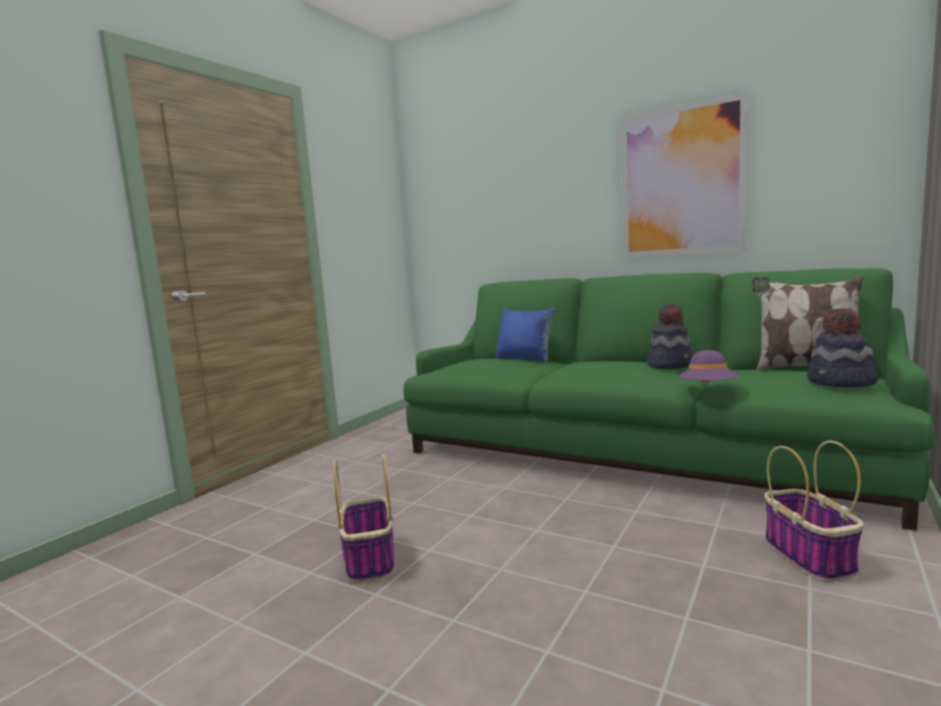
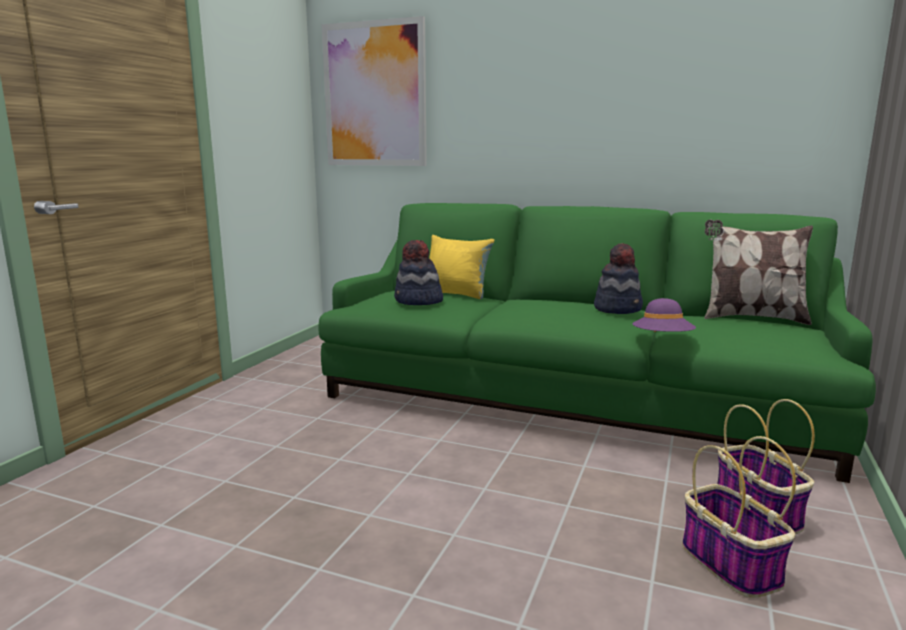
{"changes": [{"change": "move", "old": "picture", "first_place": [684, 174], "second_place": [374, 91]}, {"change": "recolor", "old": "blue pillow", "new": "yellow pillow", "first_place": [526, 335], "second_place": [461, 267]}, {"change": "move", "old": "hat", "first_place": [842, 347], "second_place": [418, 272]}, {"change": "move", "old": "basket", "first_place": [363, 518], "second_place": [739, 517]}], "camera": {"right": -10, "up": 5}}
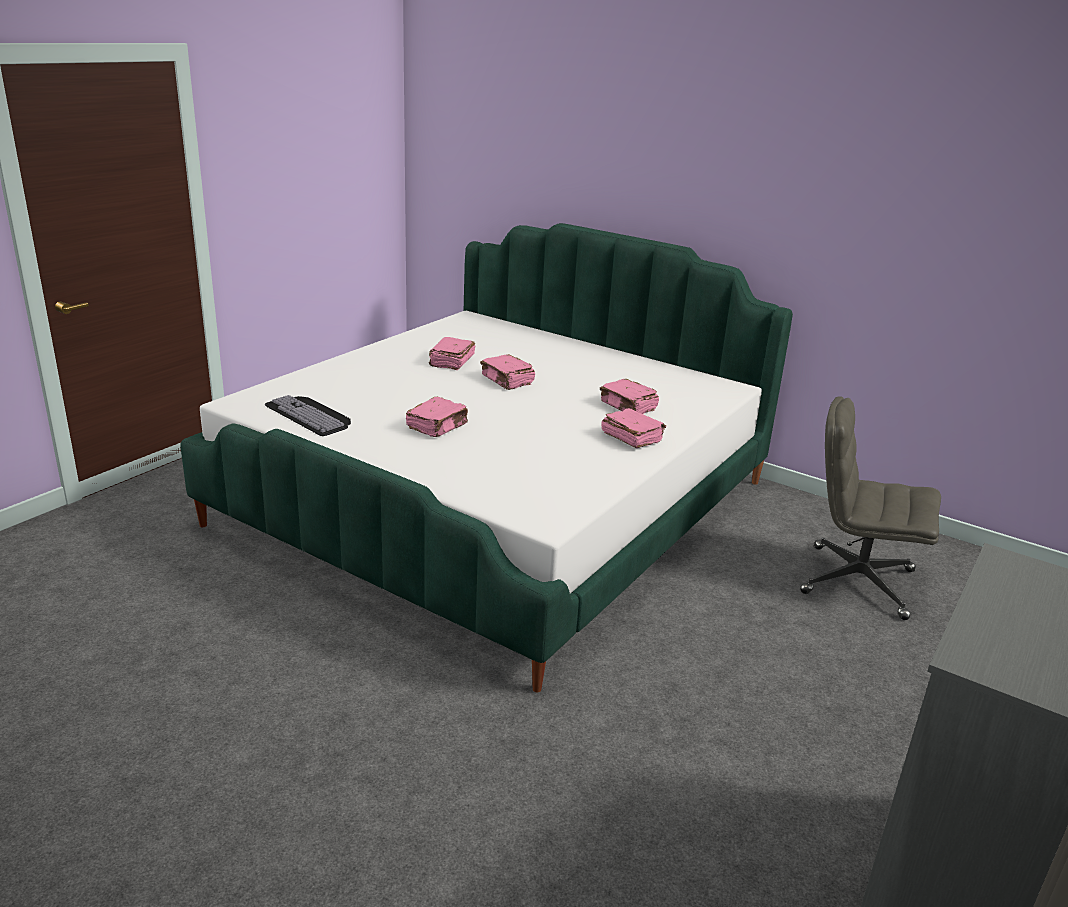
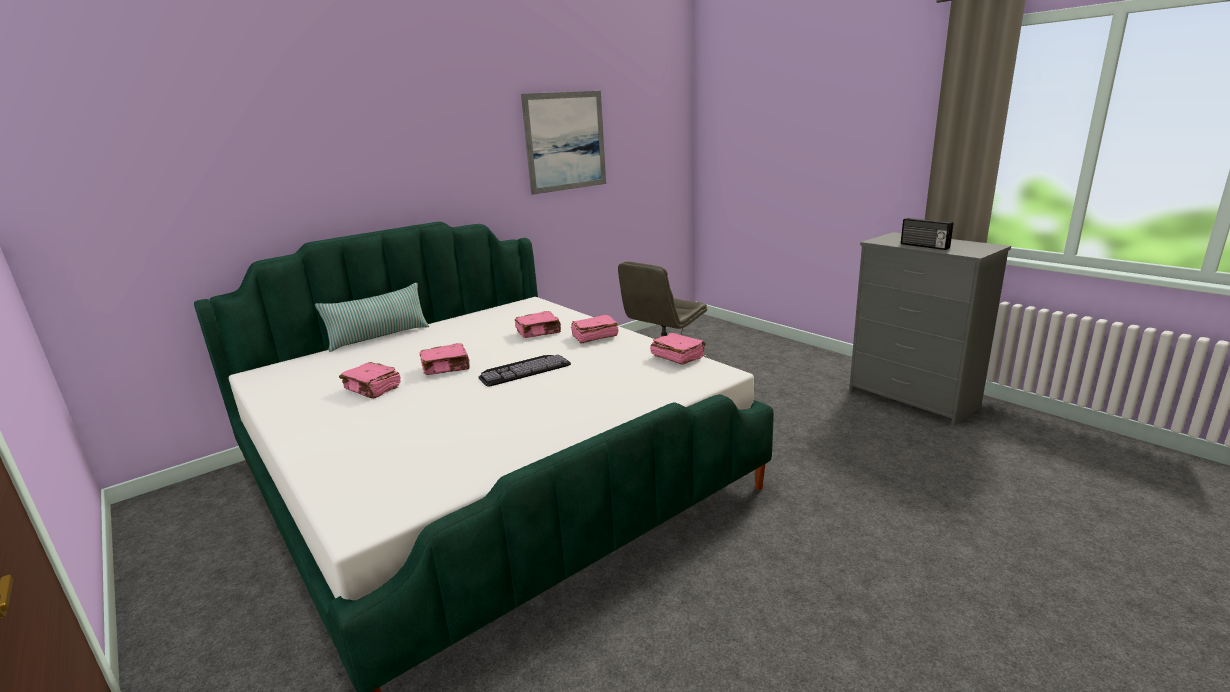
{"changes": [{"change": "move", "old": "keyboard", "first_place": [308, 415], "second_place": [524, 370]}, {"change": "move", "old": "pink book", "first_place": [437, 417], "second_place": [678, 349]}, {"change": "insert", "new": "picture", "second_place": [563, 143]}, {"change": "insert", "new": "radio", "second_place": [927, 234]}, {"change": "insert", "new": "pillow", "second_place": [372, 317]}], "camera": {"right": -70, "up": -5}}
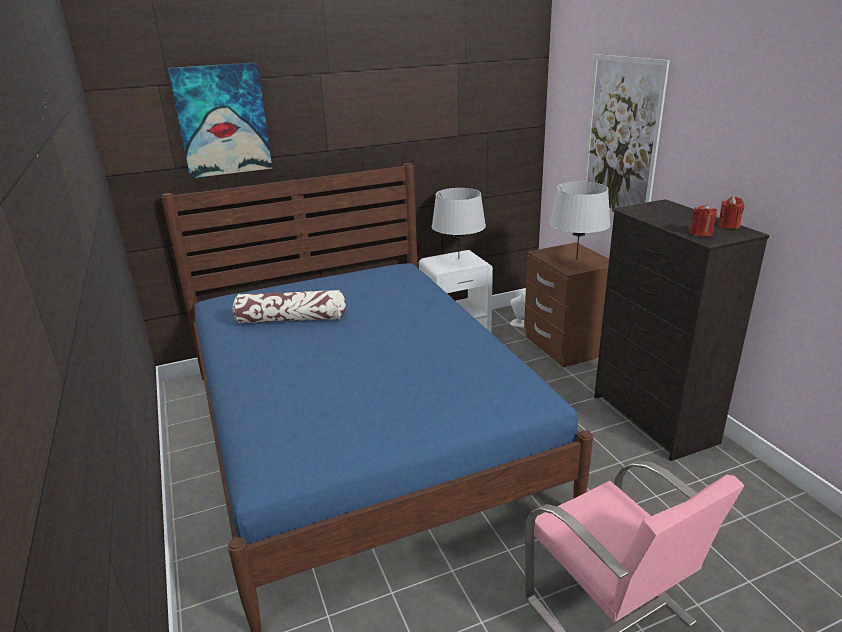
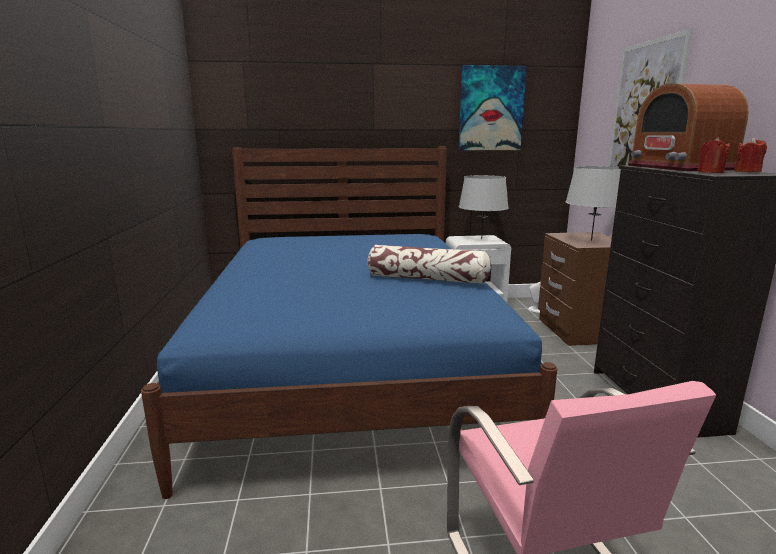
{"changes": [{"change": "move", "old": "picture", "first_place": [220, 120], "second_place": [493, 107]}, {"change": "move", "old": "pillow", "first_place": [289, 306], "second_place": [429, 264]}, {"change": "insert", "new": "radio", "second_place": [688, 127]}], "camera": {"right": 15, "up": -10}}
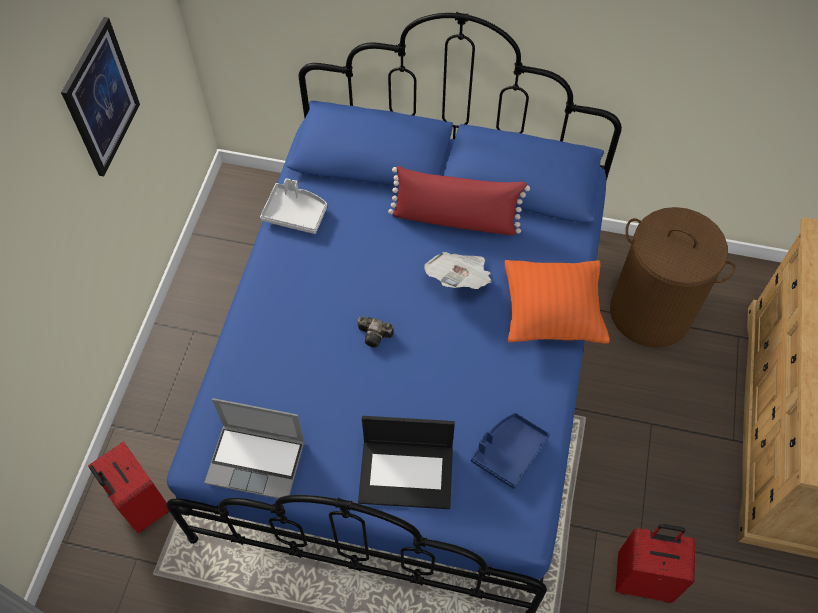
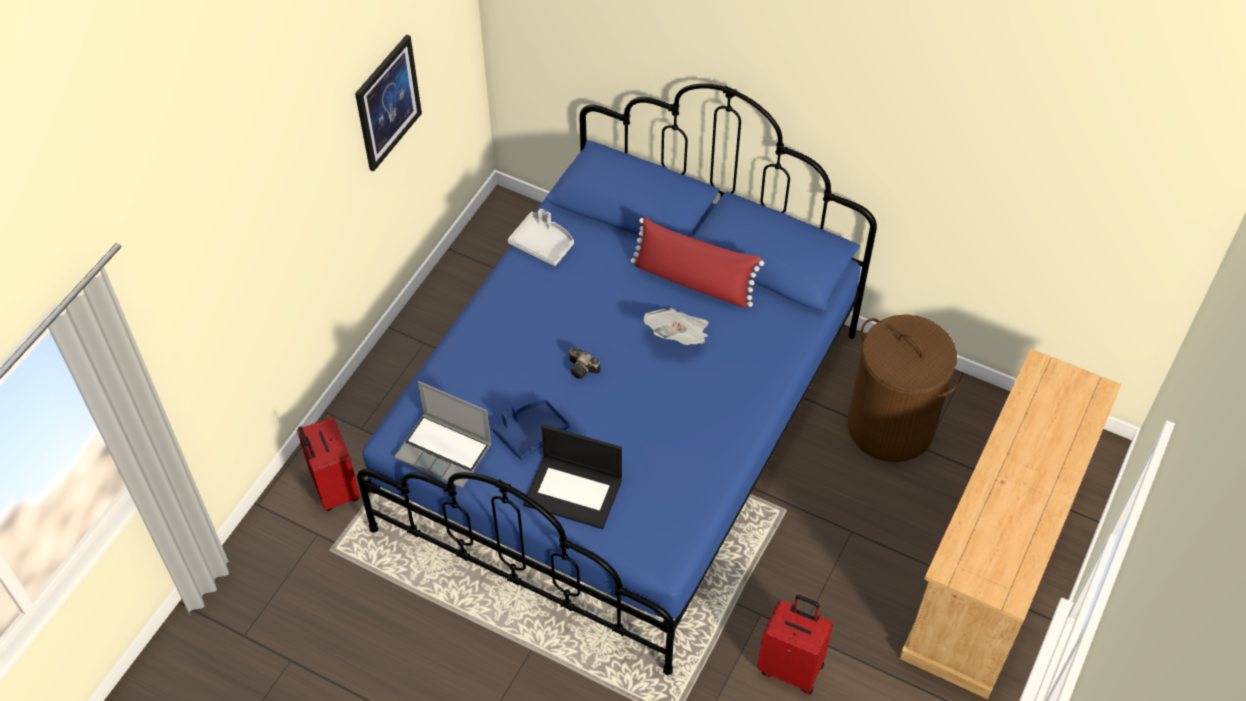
{"changes": [{"change": "delete", "old": "orange pillow", "first_place": [557, 302]}, {"change": "move", "old": "blue tray", "first_place": [510, 451], "second_place": [531, 430]}], "camera": {"right": 15, "up": -5}}
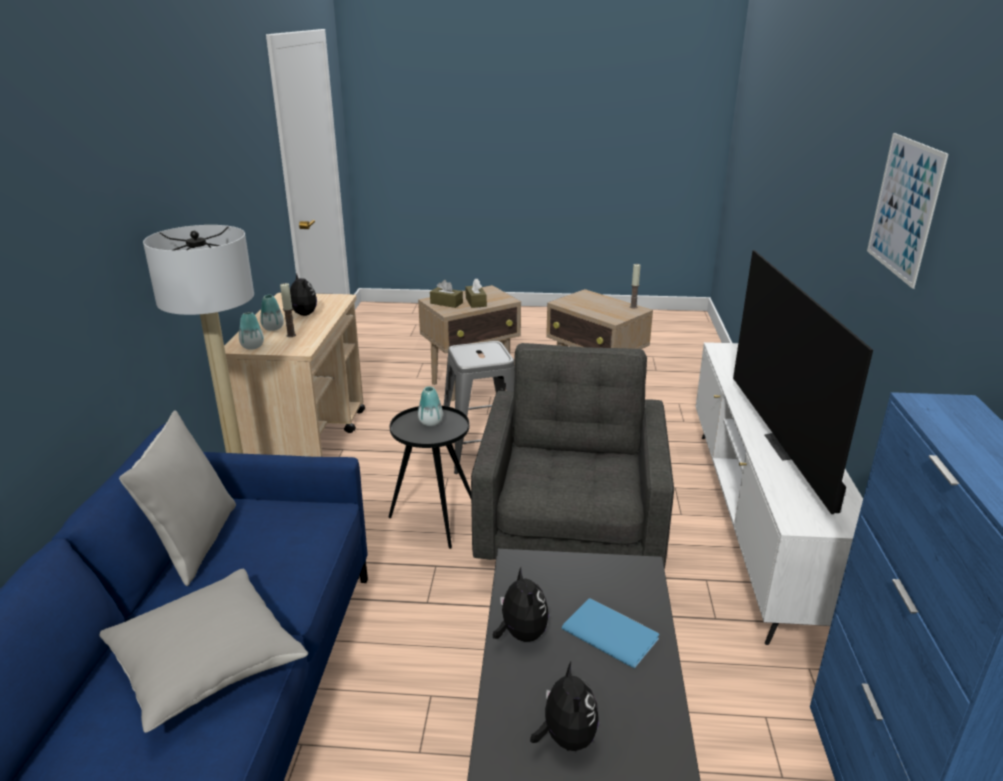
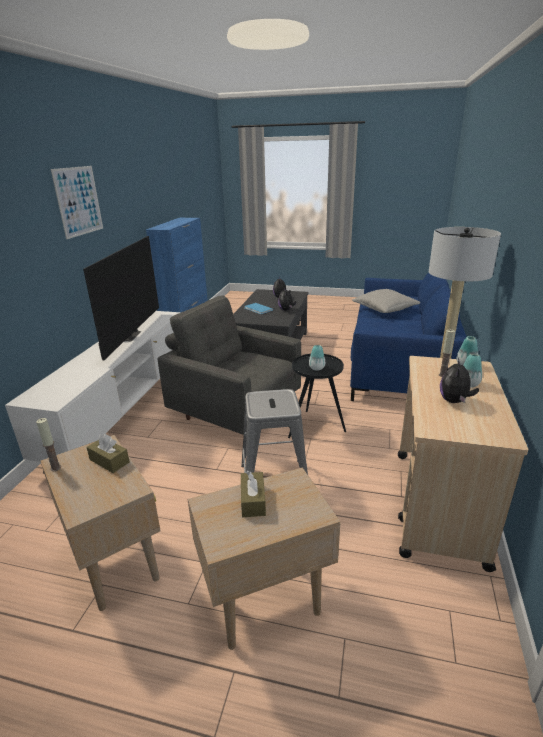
{"changes": [{"change": "rotate", "old": "plush toy", "first_place": [303, 295], "second_place": [459, 380], "degrees": 45}, {"change": "move", "old": "brown tissue box", "first_place": [446, 294], "second_place": [108, 453]}, {"change": "rotate", "old": "grey armchair", "first_place": [572, 456], "second_place": [229, 365], "degrees": 105}, {"change": "delete", "old": "grey pillow", "first_place": [177, 498]}], "camera": {"right": -170, "up": 0}}
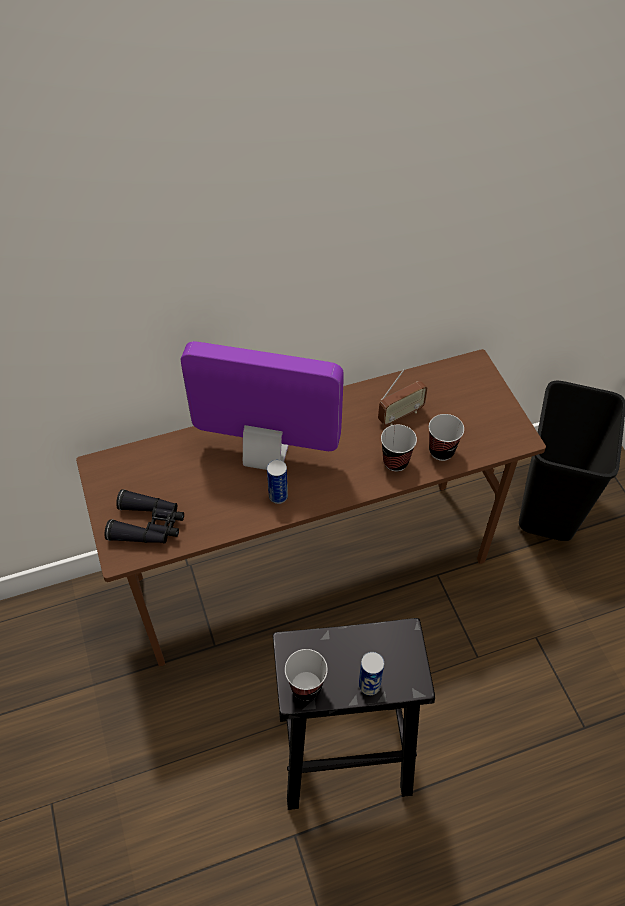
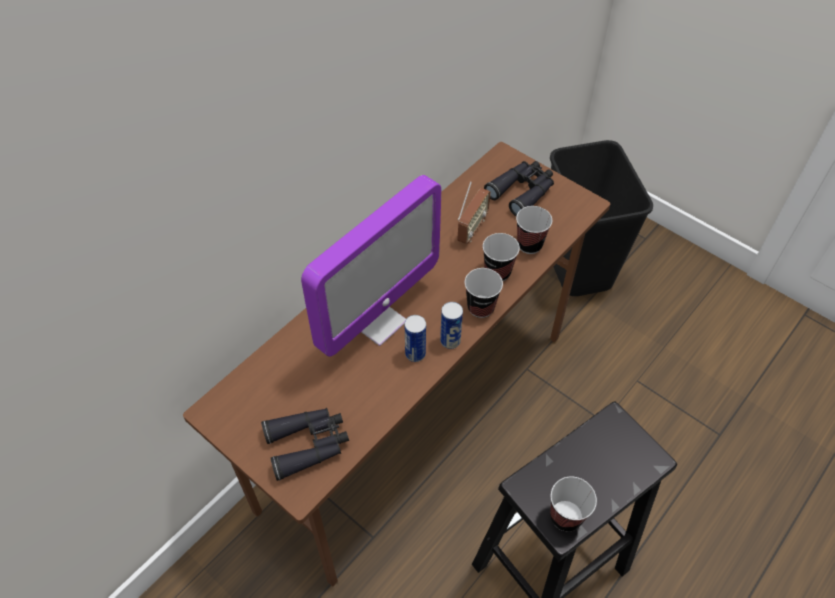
{"changes": [{"change": "rotate", "old": "monitor", "first_place": [262, 405], "second_place": [371, 266], "degrees": 150}, {"change": "move", "old": "can", "first_place": [371, 673], "second_place": [451, 325]}, {"change": "insert", "new": "black binoculars", "second_place": [519, 188]}, {"change": "insert", "new": "cup", "second_place": [484, 293]}], "camera": {"right": -30, "up": 0}}
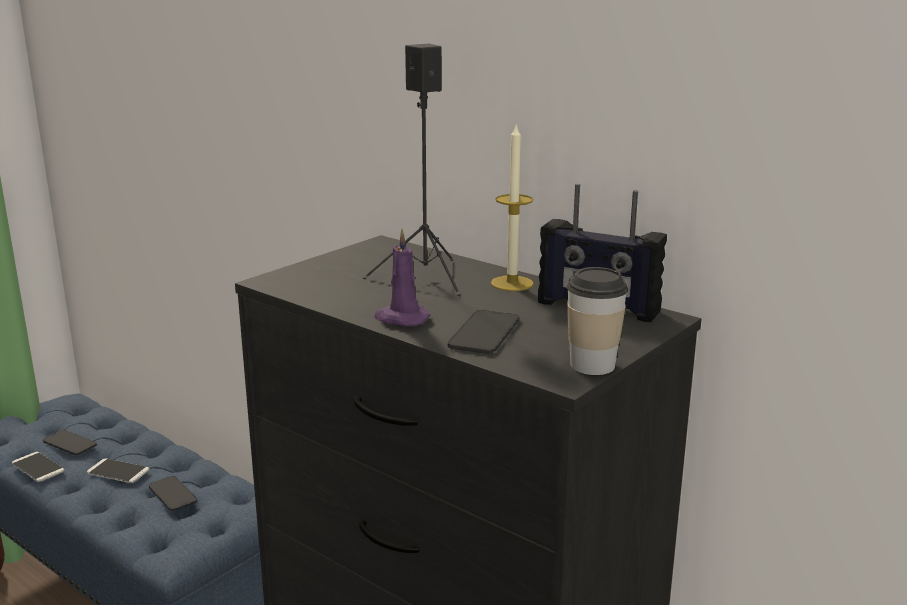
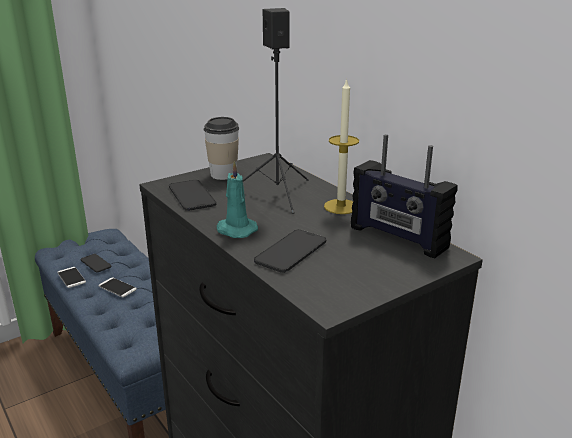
{"changes": [{"change": "recolor", "old": "purple candle", "new": "turquoise candle", "first_place": [402, 277], "second_place": [237, 199]}, {"change": "move", "old": "cup", "first_place": [597, 321], "second_place": [221, 148]}, {"change": "move", "old": "phone", "first_place": [173, 493], "second_place": [192, 195]}], "camera": {"right": 15, "up": 5}}
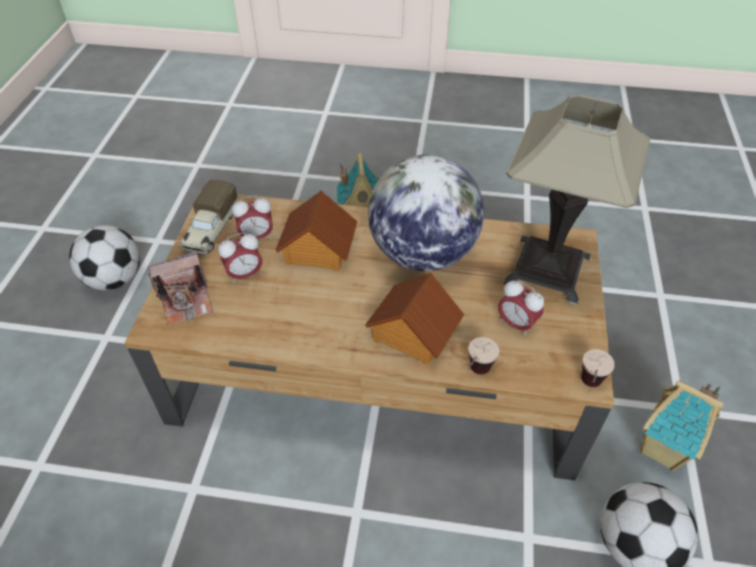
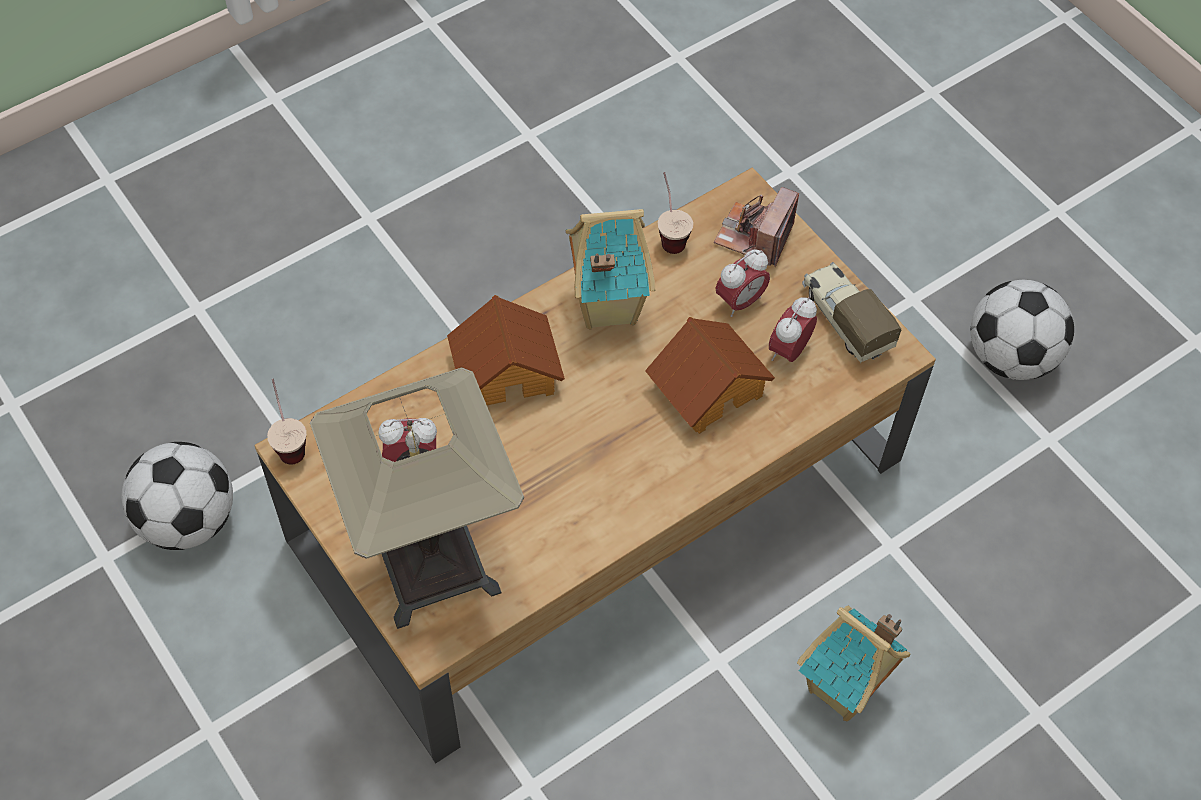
{"changes": [{"change": "delete", "old": "globe", "first_place": [426, 213]}, {"change": "rotate", "old": "alarm clock", "first_place": [240, 258], "second_place": [742, 283], "degrees": -150}, {"change": "move", "old": "cup", "first_place": [484, 356], "second_place": [675, 213]}, {"change": "move", "old": "toy house", "first_place": [682, 425], "second_place": [610, 269]}], "camera": {"right": 135, "up": 10}}
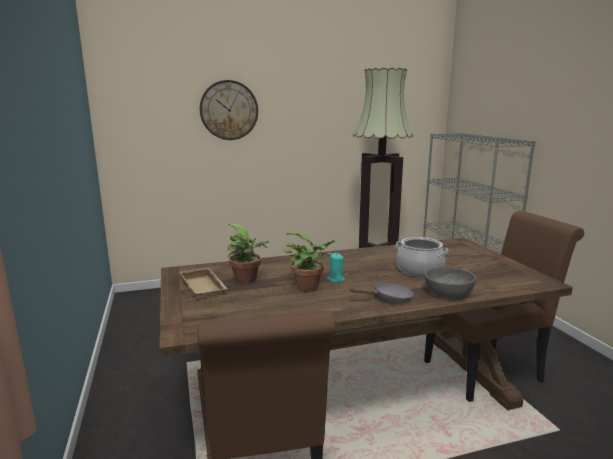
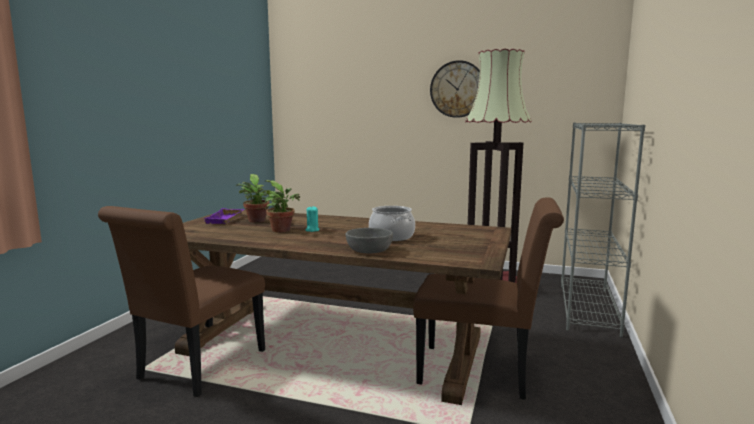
{"changes": [{"change": "move", "old": "wall clock", "first_place": [229, 110], "second_place": [455, 89]}, {"change": "recolor", "old": "beige tray", "new": "purple tray", "first_place": [204, 284], "second_place": [224, 216]}, {"change": "delete", "old": "grey frying pan", "first_place": [381, 292]}], "camera": {"right": 35, "up": -5}}
